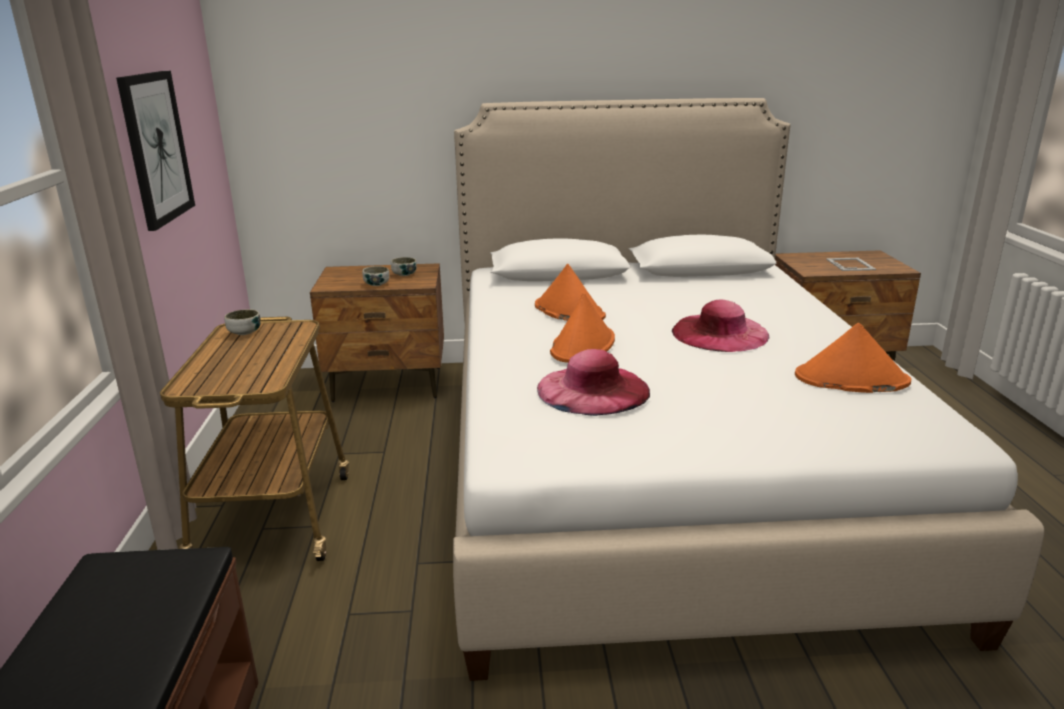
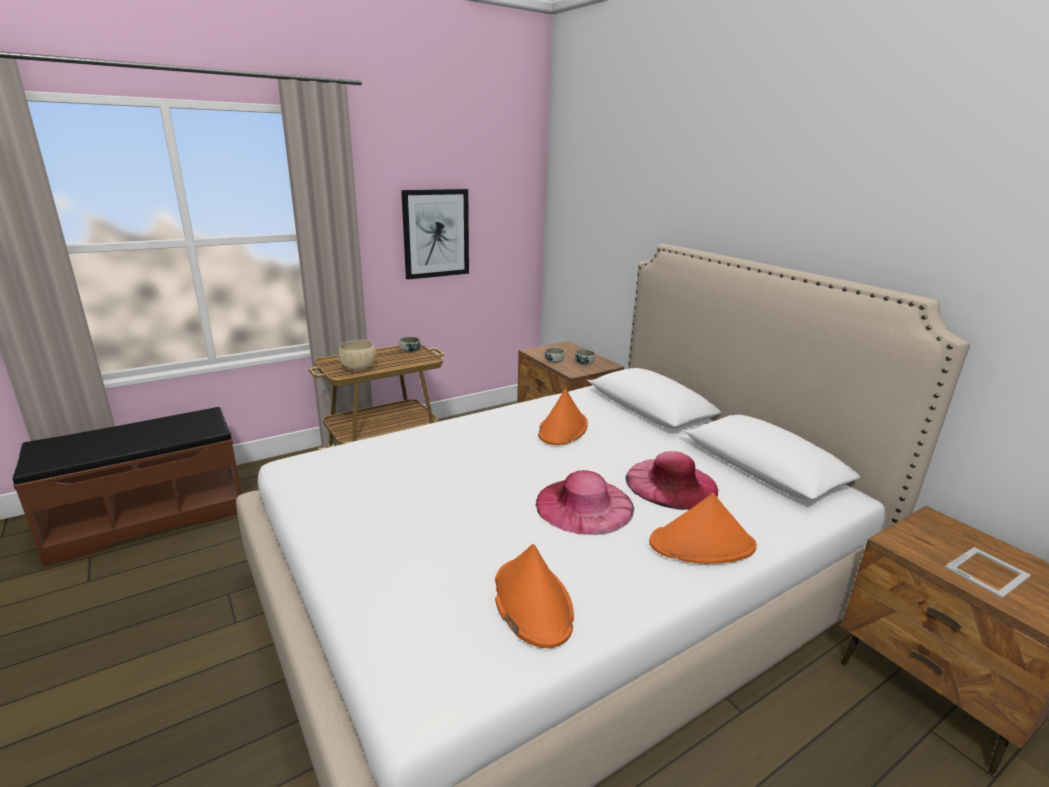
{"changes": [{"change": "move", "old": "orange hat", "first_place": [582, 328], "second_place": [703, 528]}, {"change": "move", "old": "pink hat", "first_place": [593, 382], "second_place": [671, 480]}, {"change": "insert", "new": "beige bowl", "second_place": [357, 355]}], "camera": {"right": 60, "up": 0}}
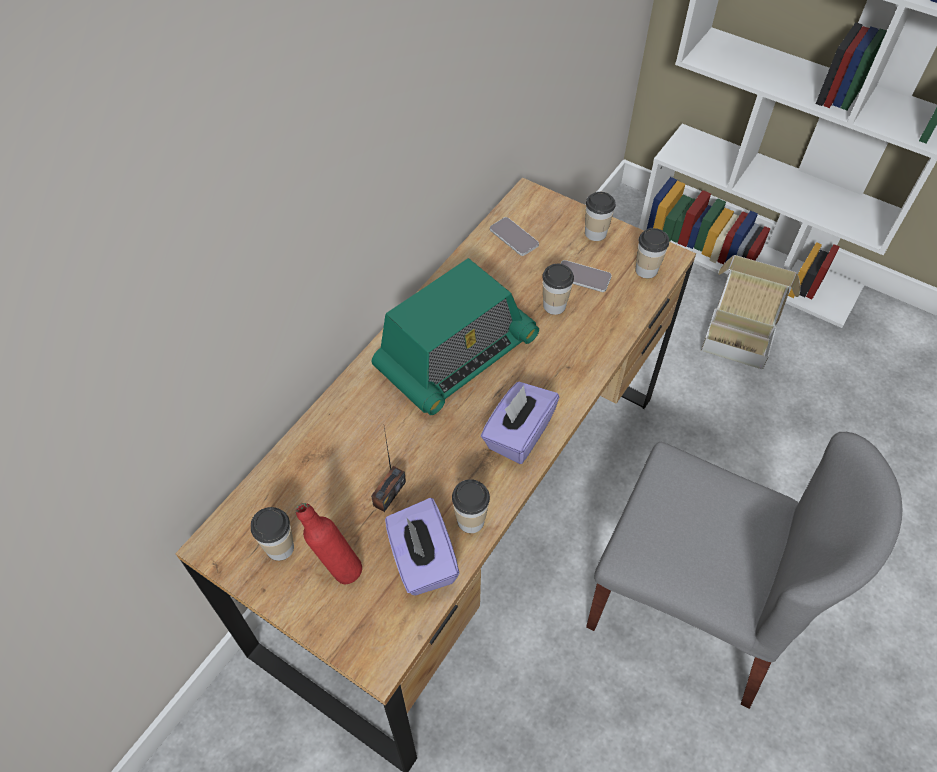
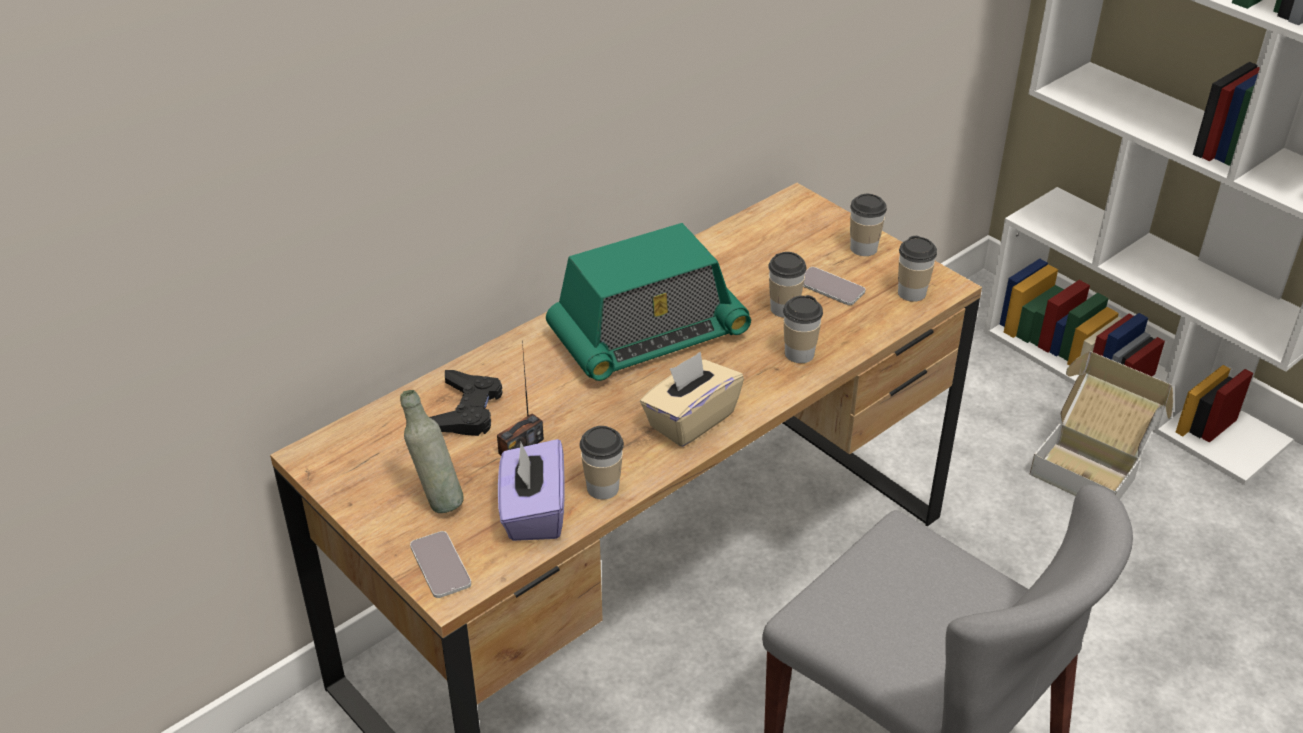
{"changes": [{"change": "move", "old": "phone", "first_place": [514, 236], "second_place": [440, 564]}, {"change": "recolor", "old": "purple tissue box", "new": "beige tissue box", "first_place": [520, 423], "second_place": [692, 399]}, {"change": "recolor", "old": "red bottle", "new": "grey bottle", "first_place": [329, 543], "second_place": [432, 451]}, {"change": "move", "old": "cup", "first_place": [272, 534], "second_place": [803, 329]}, {"change": "insert", "new": "black game controller", "second_place": [466, 403]}], "camera": {"right": 15, "up": -15}}
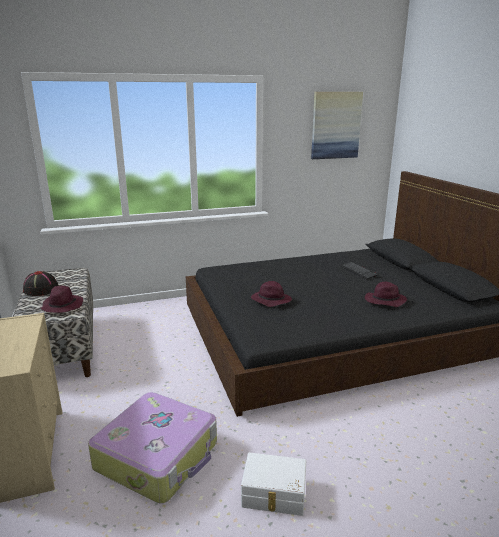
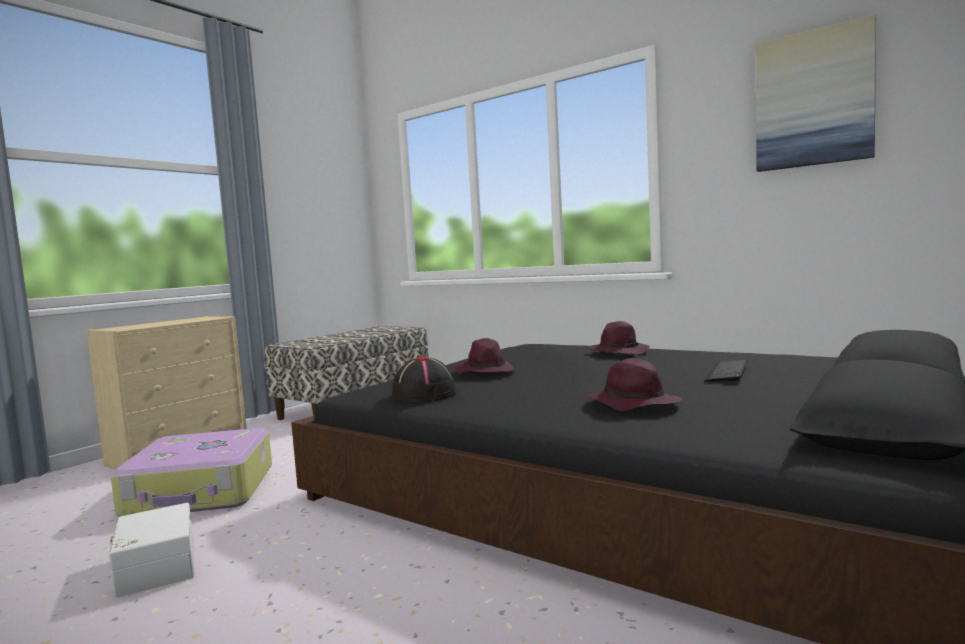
{"changes": [{"change": "move", "old": "black hat", "first_place": [41, 283], "second_place": [424, 379]}, {"change": "move", "old": "purple hat", "first_place": [61, 299], "second_place": [619, 338]}], "camera": {"right": 55, "up": -15}}
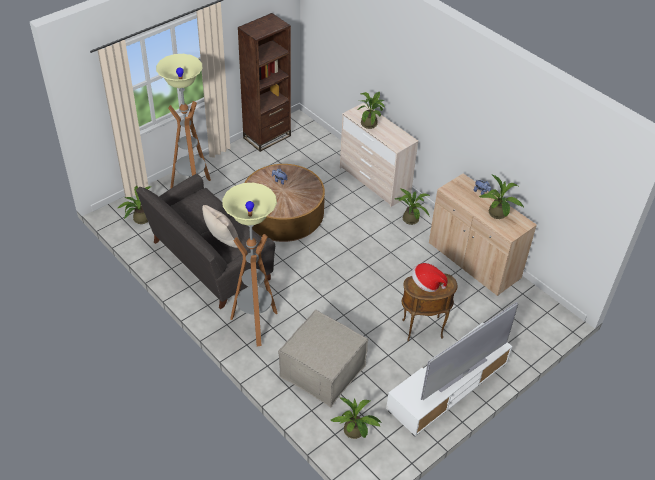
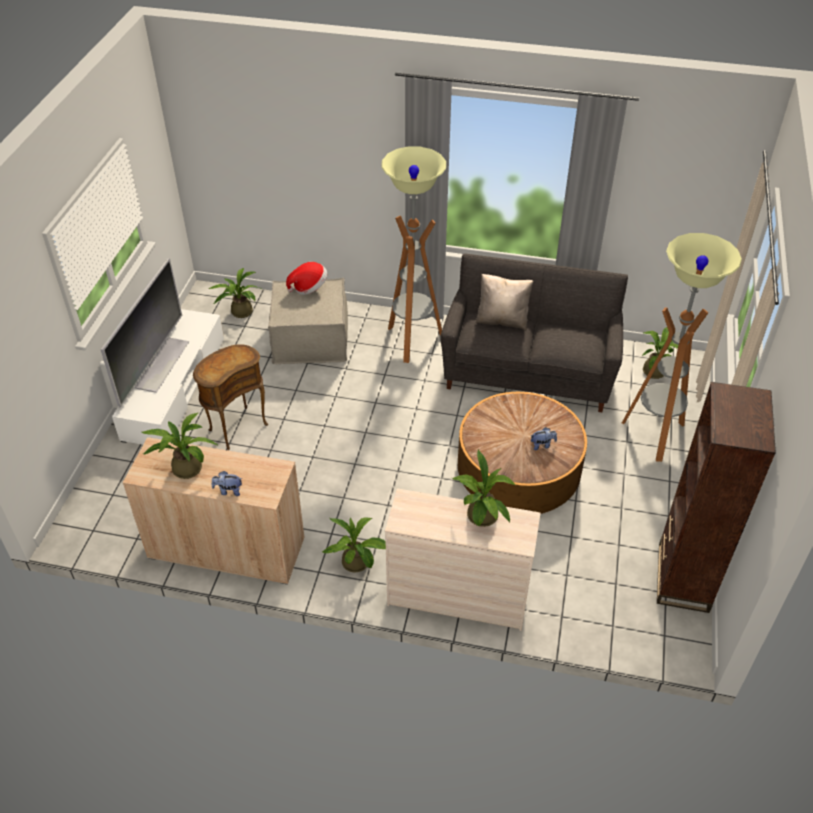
{"changes": [{"change": "move", "old": "hat", "first_place": [429, 277], "second_place": [306, 278]}], "camera": {"right": 145, "up": 0}}
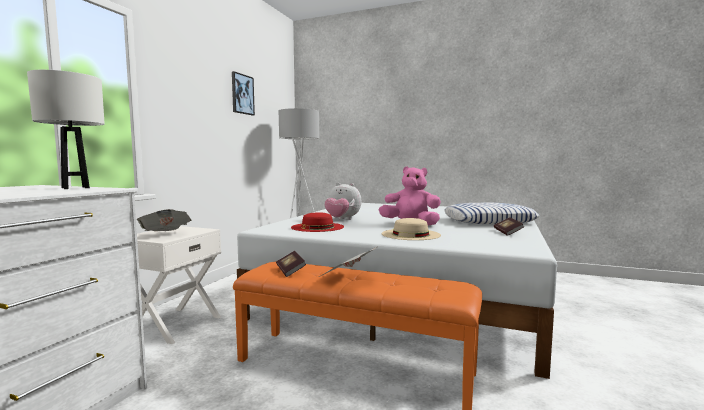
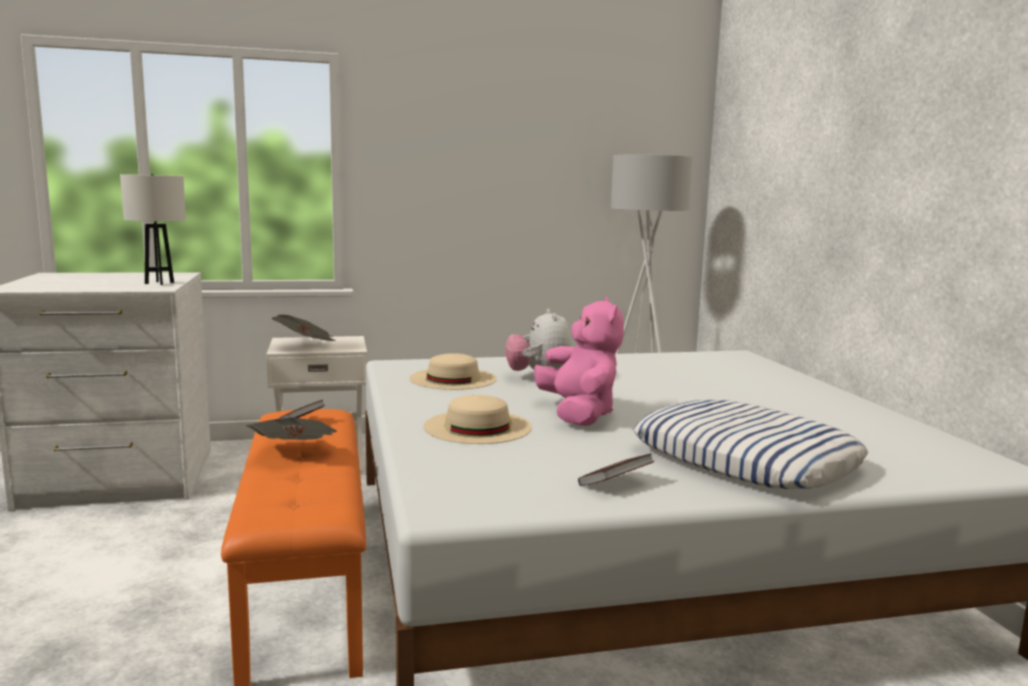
{"changes": [{"change": "delete", "old": "picture", "first_place": [243, 93]}, {"change": "recolor", "old": "red hat", "new": "beige hat", "first_place": [317, 222], "second_place": [453, 371]}], "camera": {"right": 55, "up": 5}}
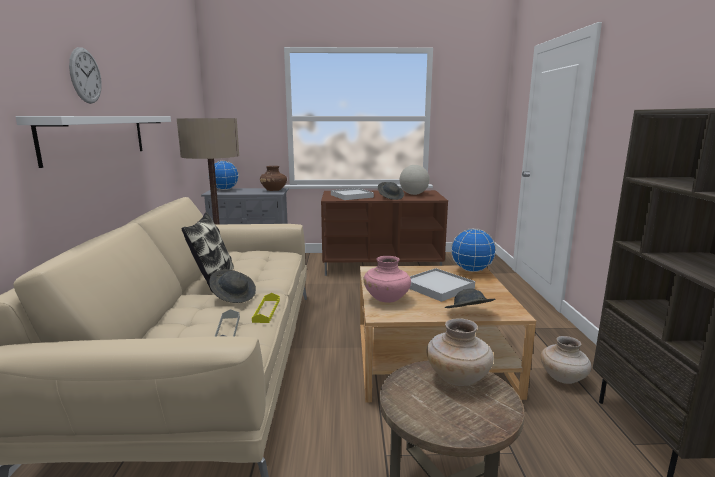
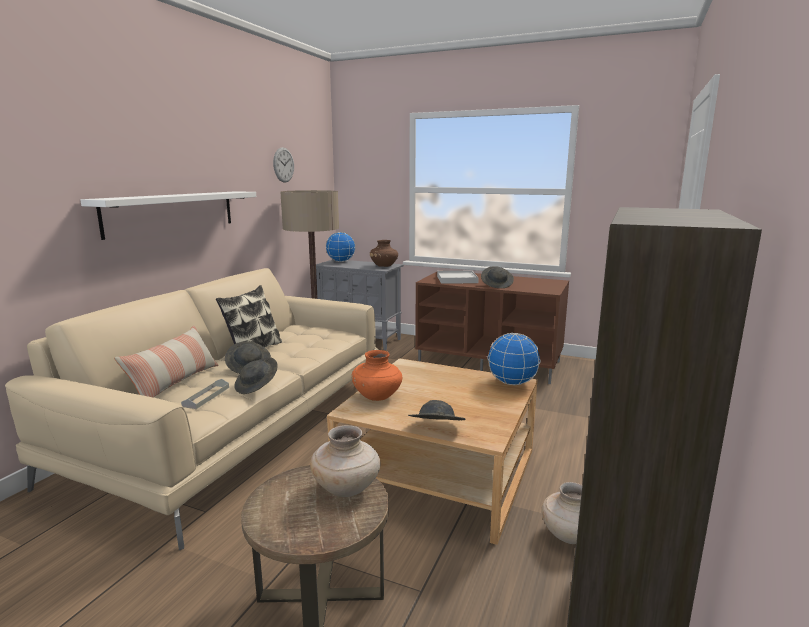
{"changes": [{"change": "move", "old": "wall clock", "first_place": [85, 75], "second_place": [283, 165]}, {"change": "delete", "old": "globe", "first_place": [415, 180]}, {"change": "recolor", "old": "pink vase", "new": "orange vase", "first_place": [387, 279], "second_place": [376, 375]}, {"change": "delete", "old": "white tray", "first_place": [442, 285]}, {"change": "replace", "old": "yellow tray", "new": "grey hat", "first_place": [266, 308], "second_place": [256, 375]}, {"change": "insert", "new": "pillow", "second_place": [166, 362]}], "camera": {"right": 25, "up": 0}}
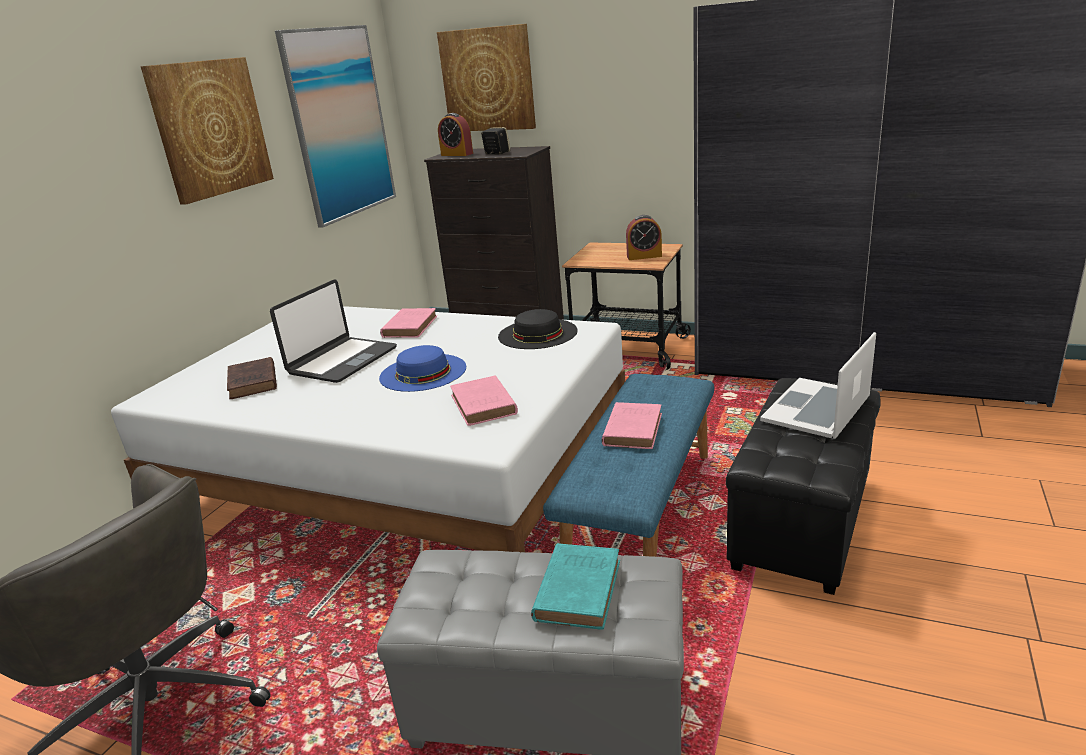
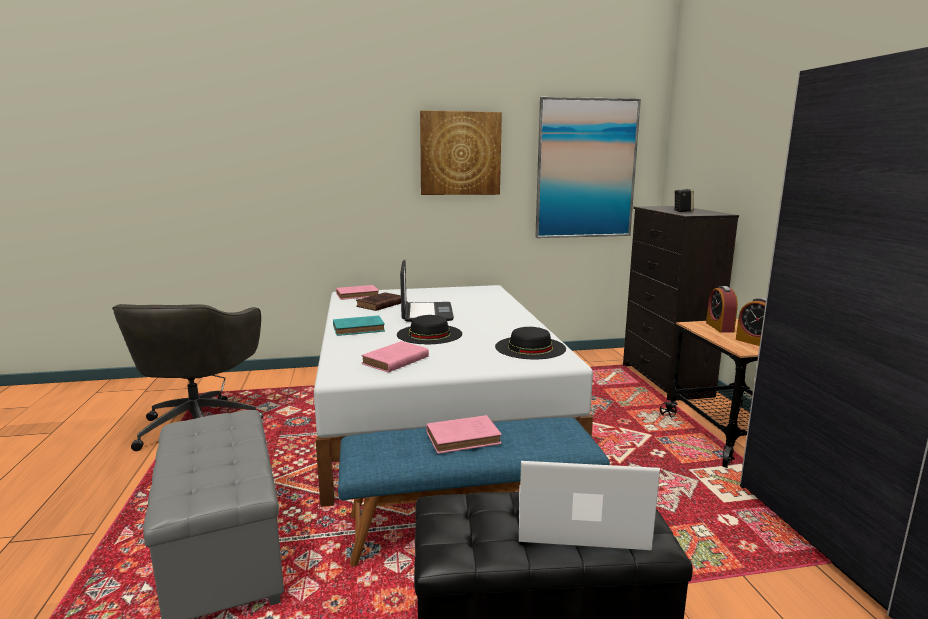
{"changes": [{"change": "delete", "old": "picture", "first_place": [486, 77]}, {"change": "move", "old": "alarm clock", "first_place": [455, 134], "second_place": [722, 309]}, {"change": "rotate", "old": "laptop", "first_place": [333, 331], "second_place": [427, 291], "degrees": -90}, {"change": "move", "old": "pink book", "first_place": [408, 323], "second_place": [357, 292]}, {"change": "recolor", "old": "blue hat", "new": "black hat", "first_place": [422, 368], "second_place": [429, 329]}, {"change": "move", "old": "turquoise book", "first_place": [575, 586], "second_place": [359, 325]}], "camera": {"right": 55, "up": -10}}
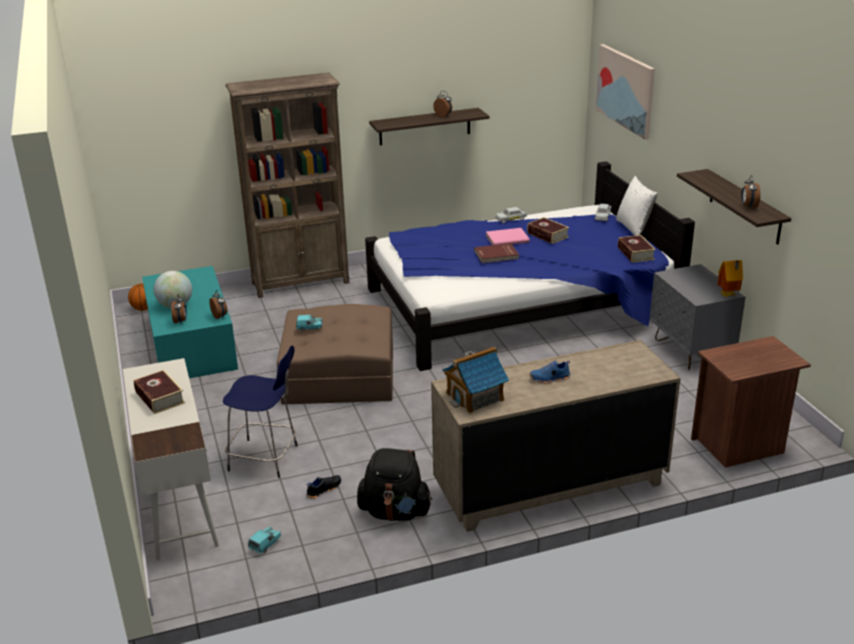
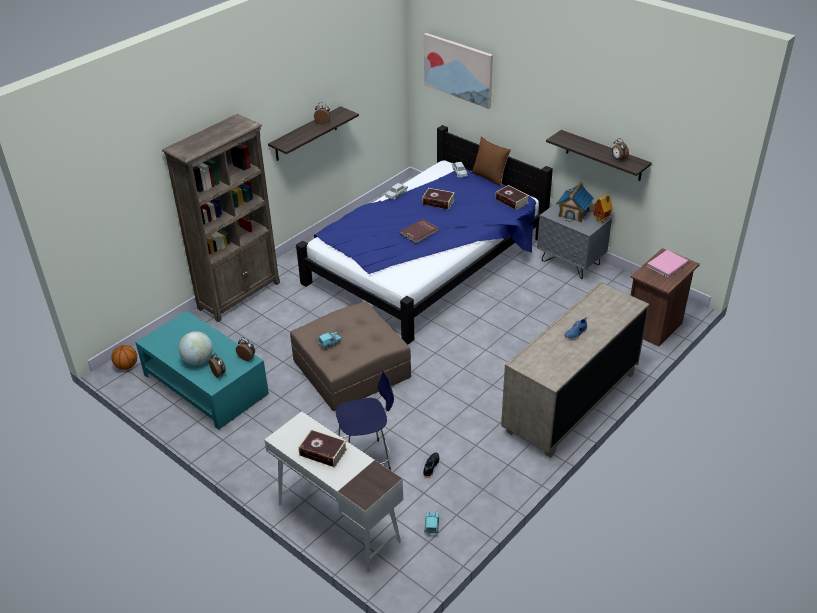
{"changes": [{"change": "recolor", "old": "white pillow", "new": "brown pillow", "first_place": [637, 206], "second_place": [491, 162]}, {"change": "move", "old": "pink book", "first_place": [508, 236], "second_place": [667, 263]}, {"change": "move", "old": "toy house", "first_place": [475, 380], "second_place": [575, 202]}, {"change": "delete", "old": "black backpack", "first_place": [394, 484]}], "camera": {"right": -30, "up": 10}}
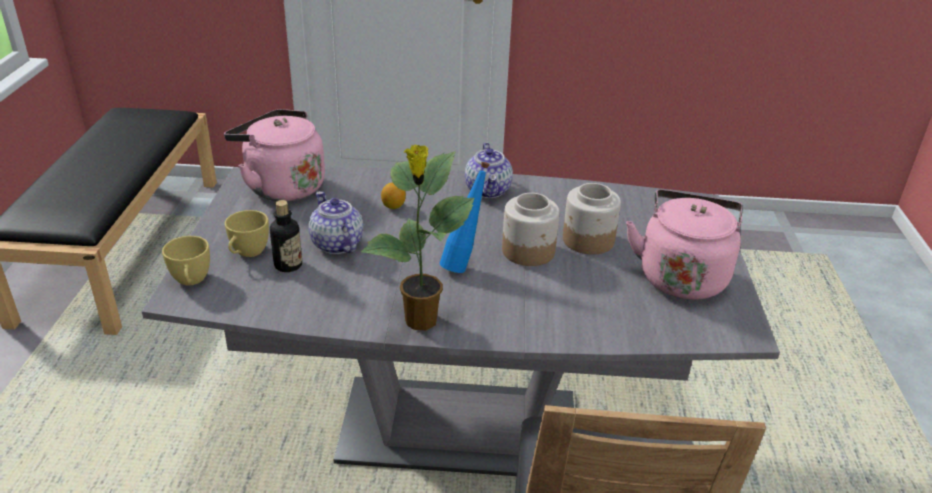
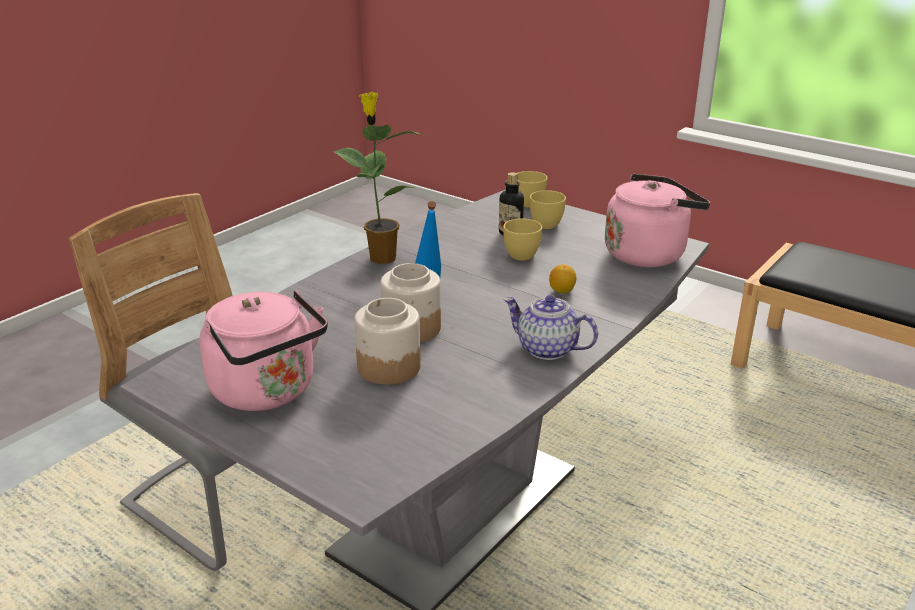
{"changes": [{"change": "replace", "old": "teapot", "new": "yellow cup", "first_place": [336, 222], "second_place": [522, 240]}], "camera": {"right": 125, "up": -5}}
